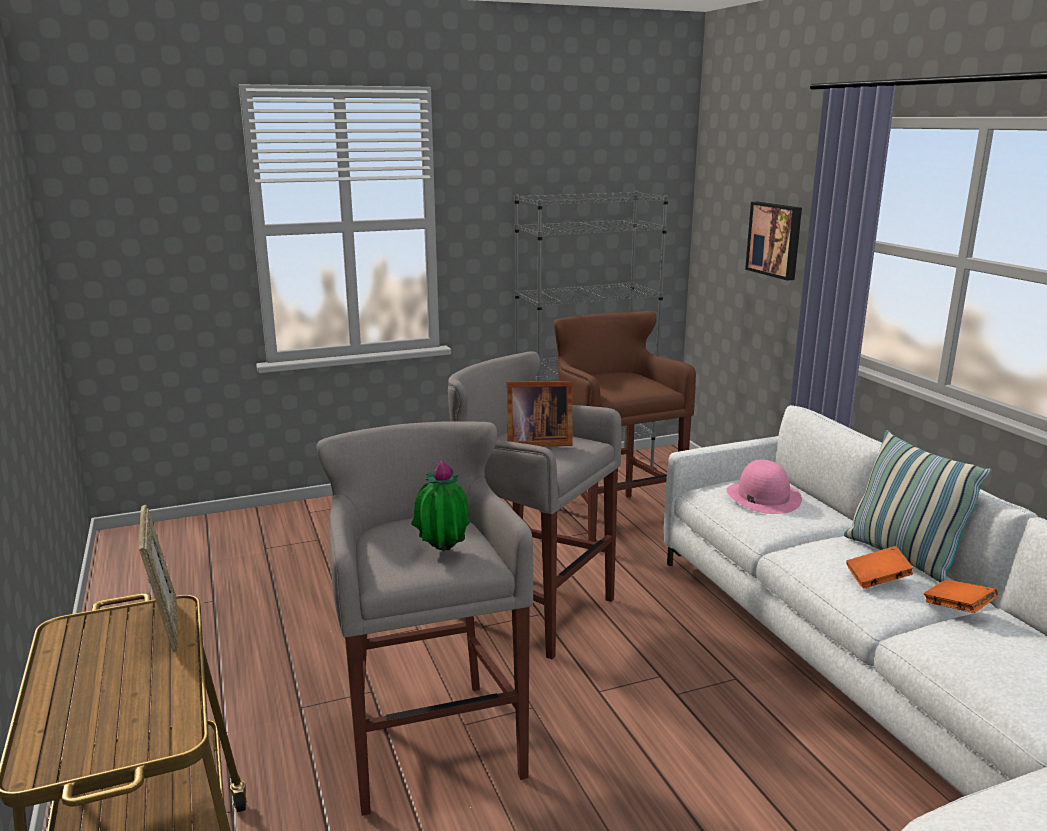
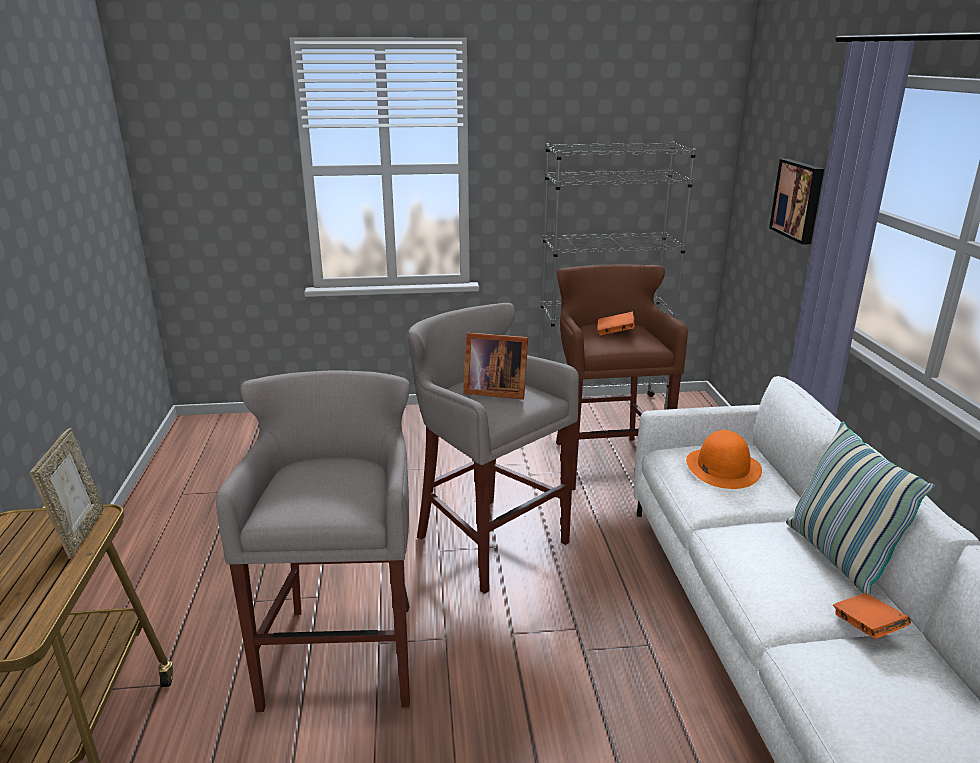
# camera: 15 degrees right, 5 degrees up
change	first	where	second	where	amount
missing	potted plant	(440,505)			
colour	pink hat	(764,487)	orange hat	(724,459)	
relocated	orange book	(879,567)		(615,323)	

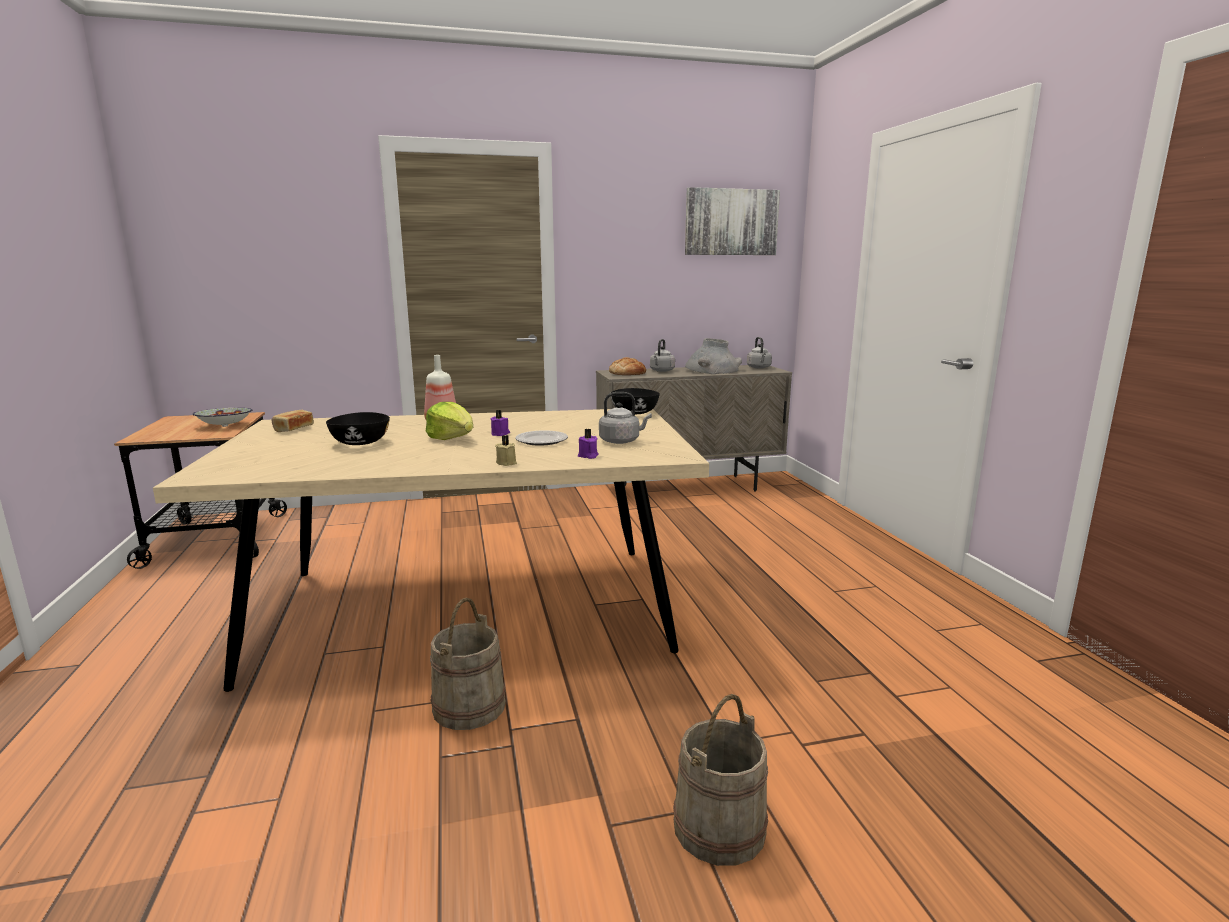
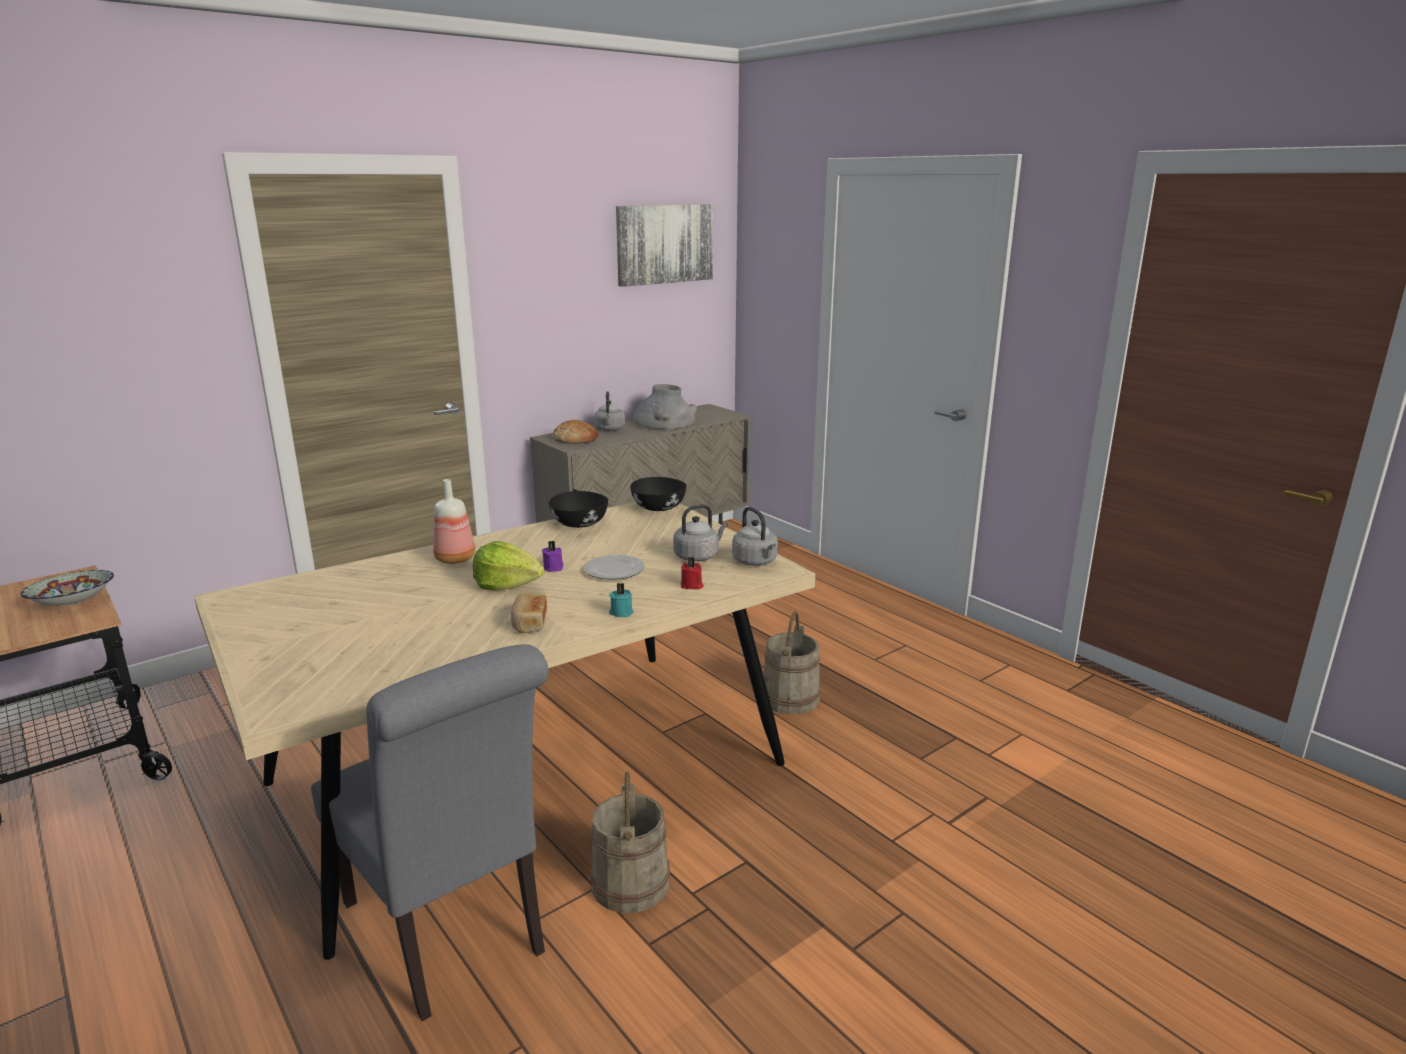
# camera: 25 degrees left, 5 degrees up
change	first	where	second	where	amount
relocated	grey kettle	(759,353)		(755,536)	
relocated	bread	(293,421)		(529,613)	
relocated	black bowl	(358,428)		(578,509)	
colour	purple candle	(588,444)	red candle	(692,573)	
colour	beige candle	(506,450)	turquoise candle	(621,600)	
relocated	beige bucket	(720,780)		(792,662)	
appeared			grey chair	(429,832)	

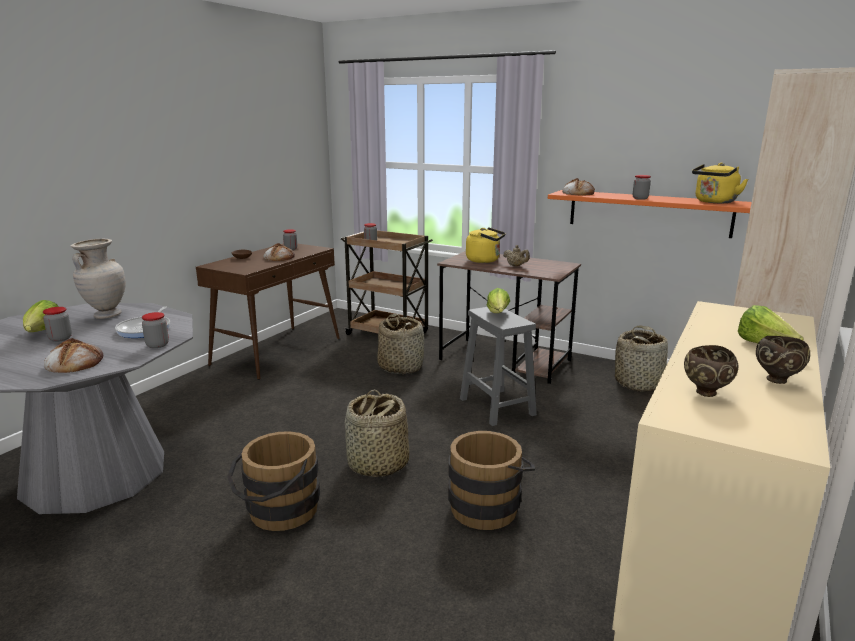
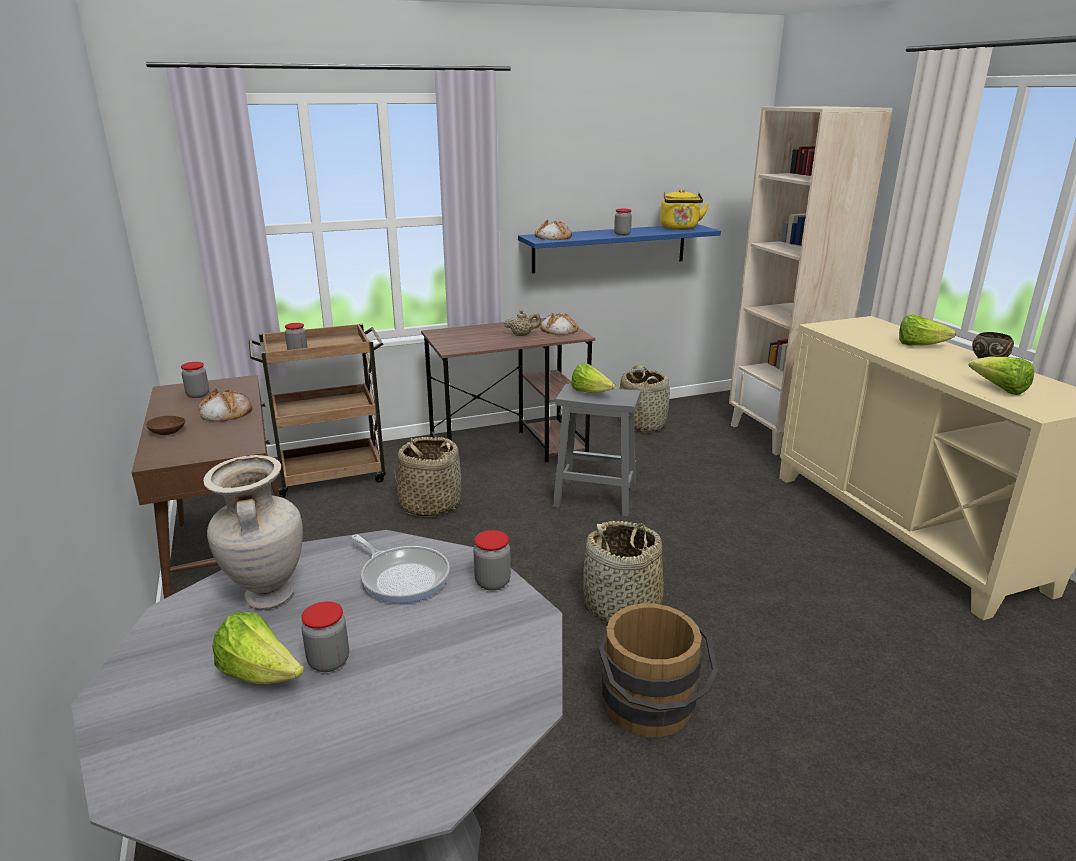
# camera: 50 degrees left, 5 degrees up
change	first	where	second	where	amount
colour	orange shelf	(650,214)	blue shelf	(619,249)	
missing	yellow kettle	(486,245)			
relocated	bread	(73,355)		(559,324)	
exchanged	brown bowl	(711,371)	lettuce	(1001,376)	
missing	brown bucket	(491,480)			

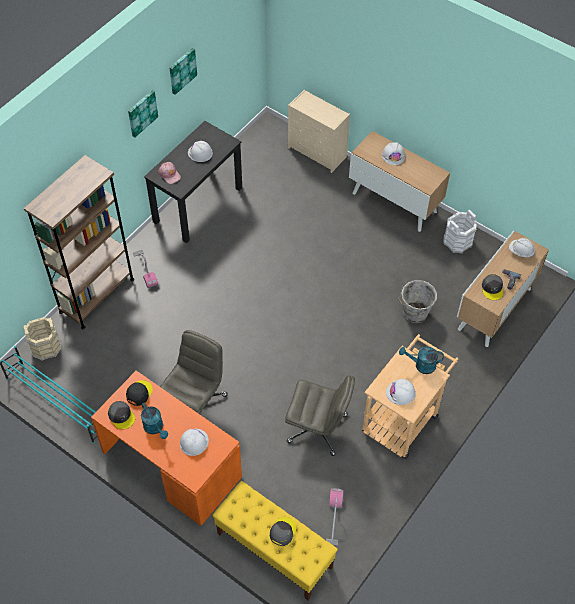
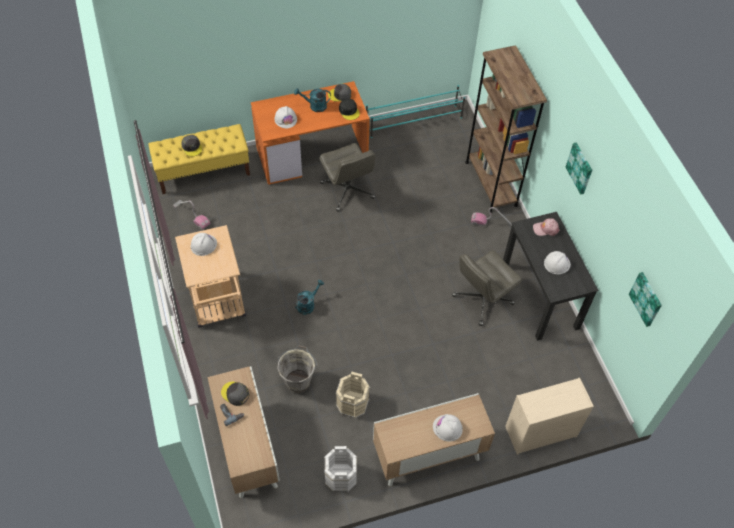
# camera: 125 degrees right, 0 degrees up
change	first	where	second	where	amount
relocated	picture	(183,71)		(645,299)	
missing	white hard hat	(522,247)			
relocated	beige bucket	(43,339)		(353,395)	
relocated	turquoise watering can	(421,360)		(309,297)	
relocated	grey office chair	(320,415)		(487,288)	

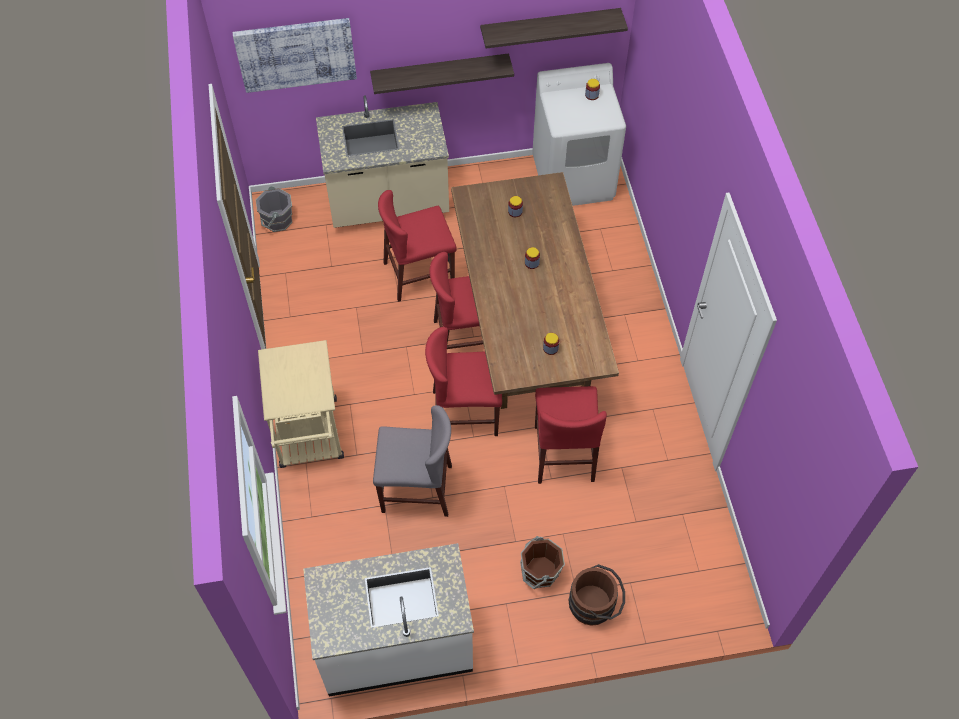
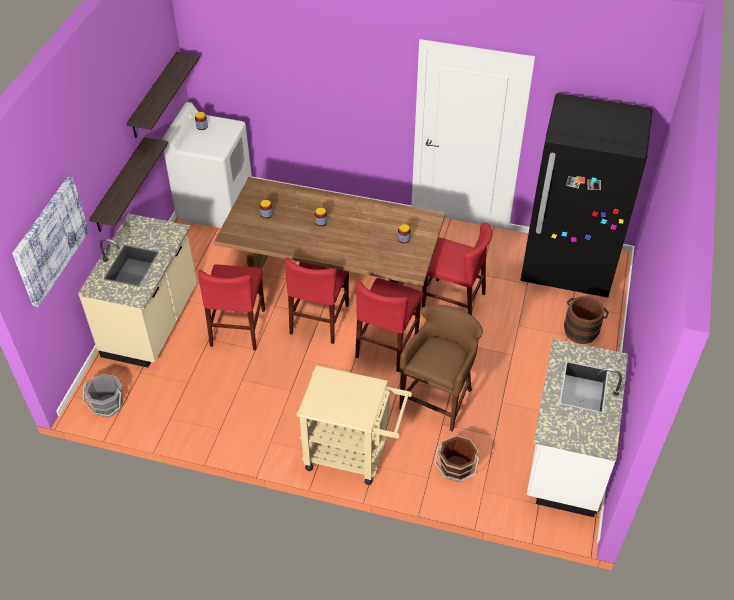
# camera: 65 degrees left, 10 degrees down
change	first	where	second	where	amount
exchanged	grey chair	(412,461)	brown stool	(441,368)	
relocated	brown bucket	(542,562)		(456,458)	
appeared			black fridge	(586,195)	

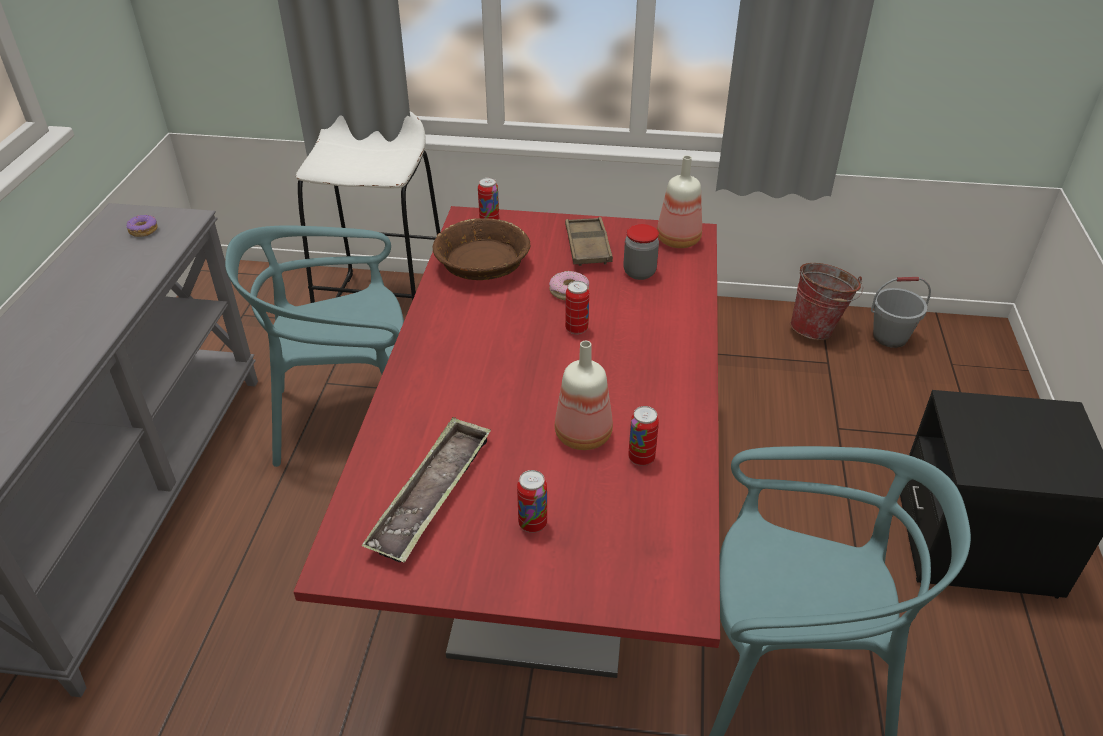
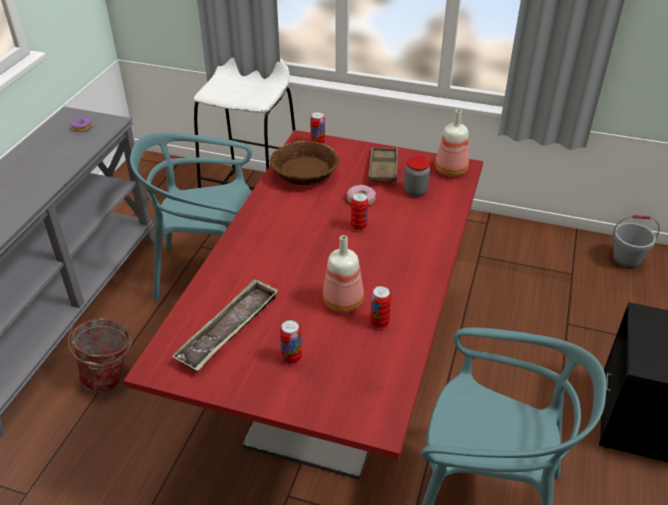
# camera: 10 degrees right, 0 degrees up
change	first	where	second	where	amount
relocated	bucket	(826,301)		(100,355)	

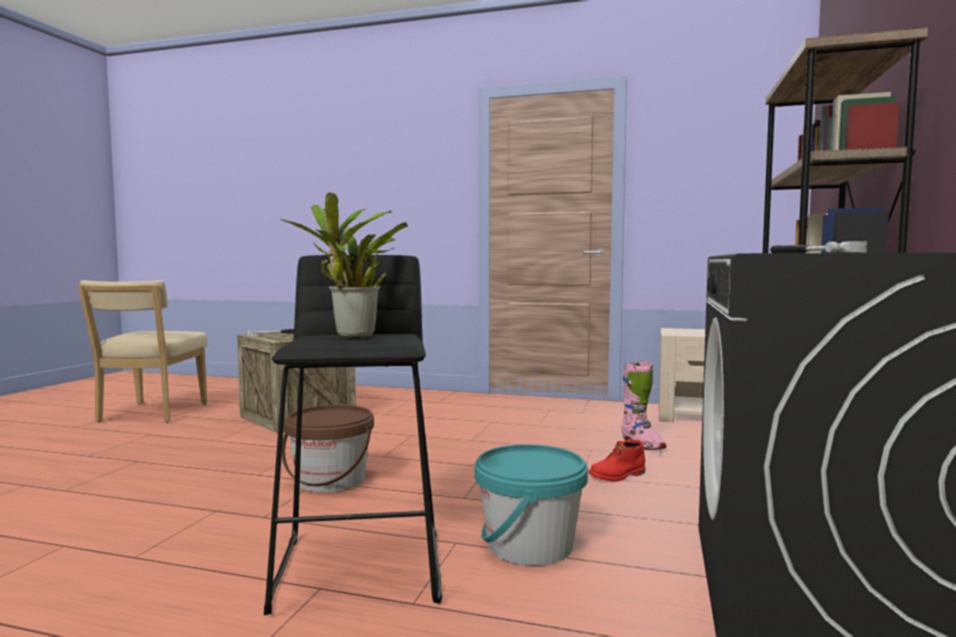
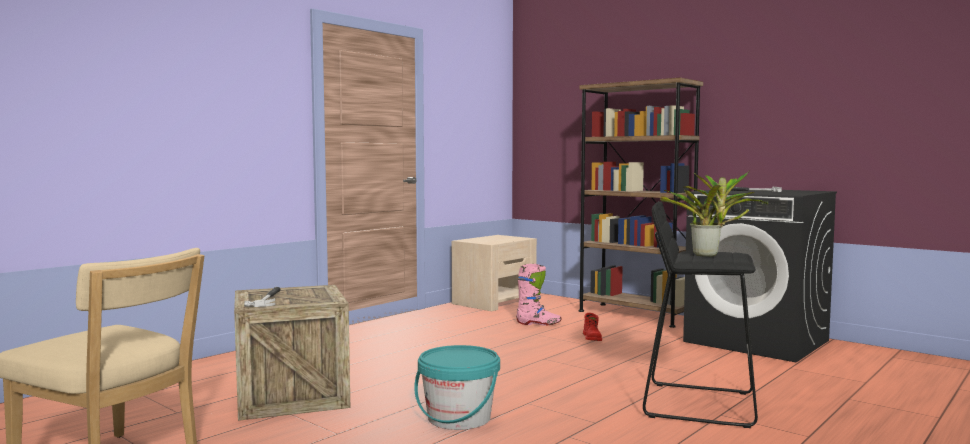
# camera: 65 degrees left, 0 degrees up
change	first	where	second	where	amount
missing	brown bucket	(328,449)			
relocated	turquoise bucket	(531,505)		(457,387)	

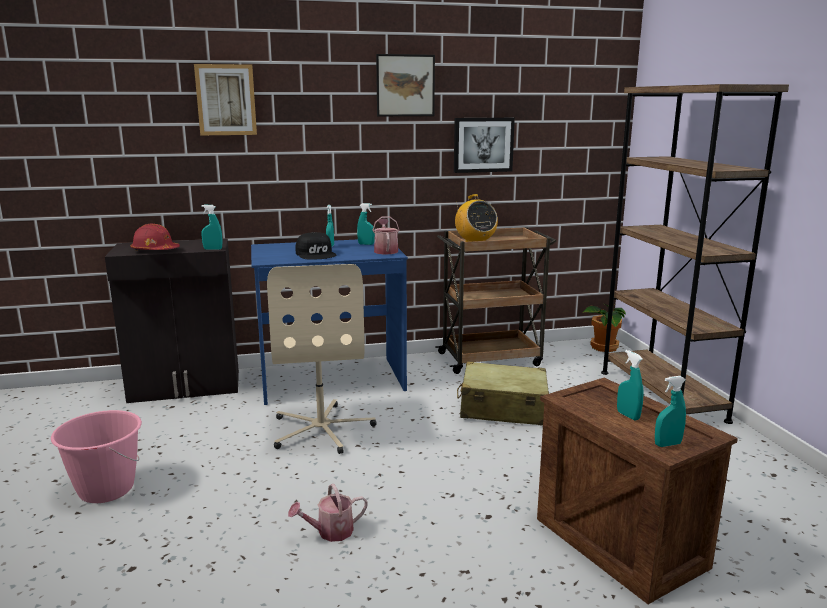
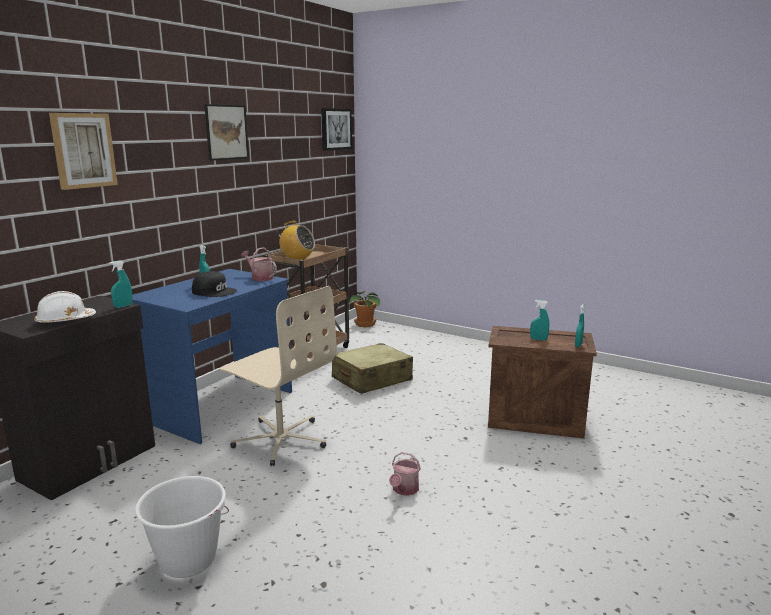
# camera: 45 degrees left, 0 degrees up
change	first	where	second	where	amount
missing	brown bookcase	(695,254)			
relocated	picture	(484,145)		(336,129)	
missing	turquoise spray bottle	(366,224)			
colour	red hard hat	(155,237)	white hard hat	(65,308)	
colour	pink bucket	(96,456)	white bucket	(182,527)	

